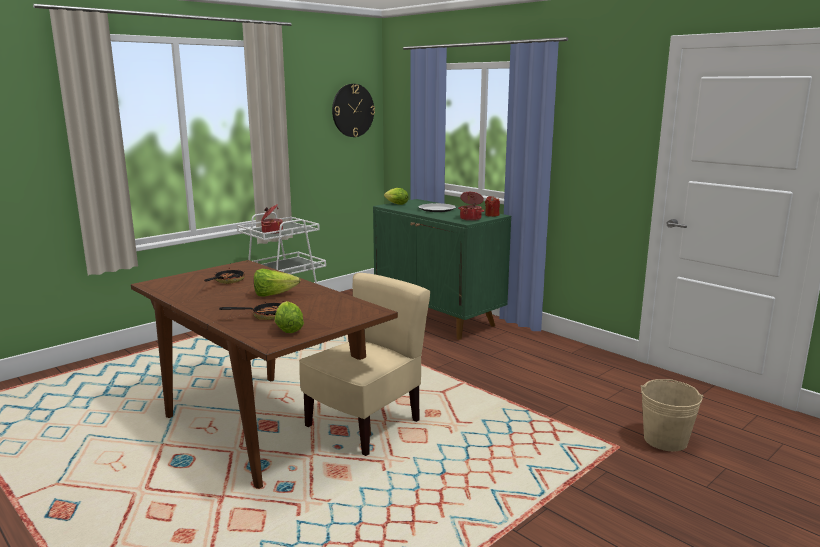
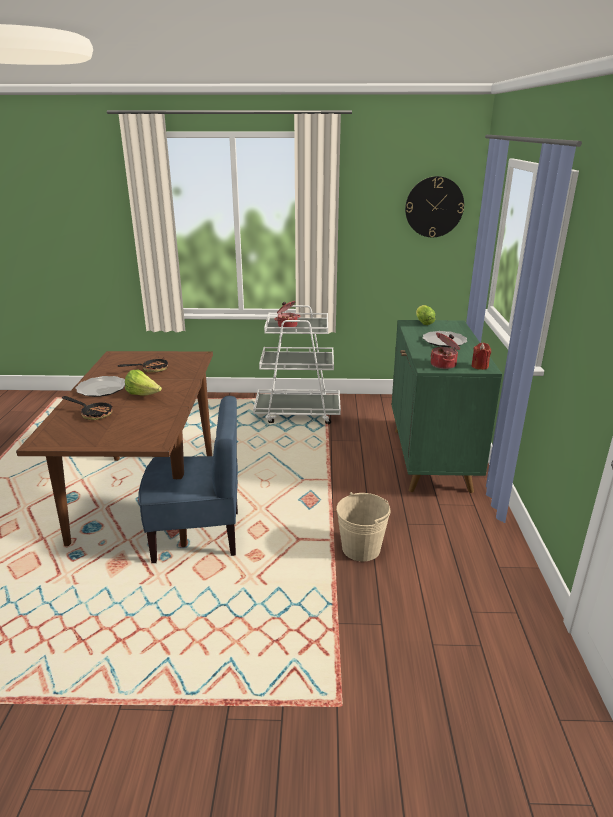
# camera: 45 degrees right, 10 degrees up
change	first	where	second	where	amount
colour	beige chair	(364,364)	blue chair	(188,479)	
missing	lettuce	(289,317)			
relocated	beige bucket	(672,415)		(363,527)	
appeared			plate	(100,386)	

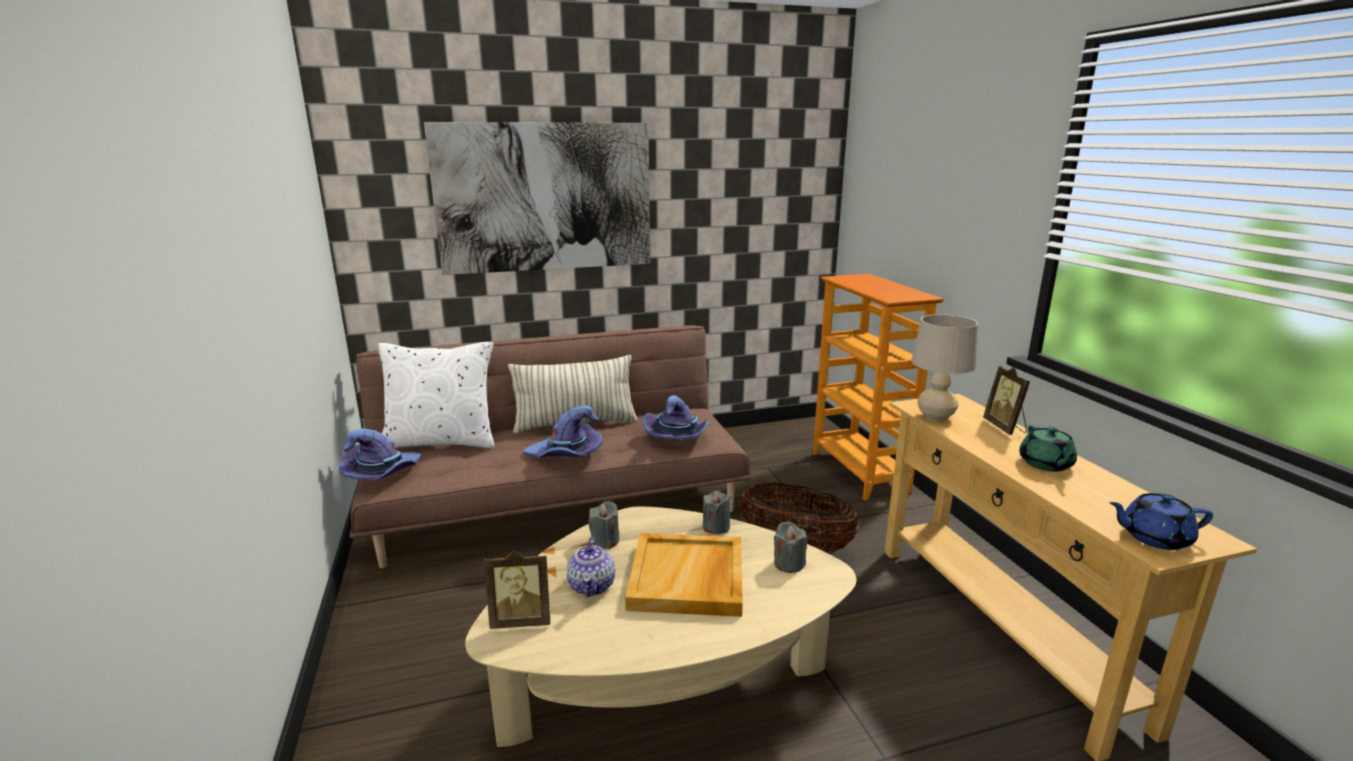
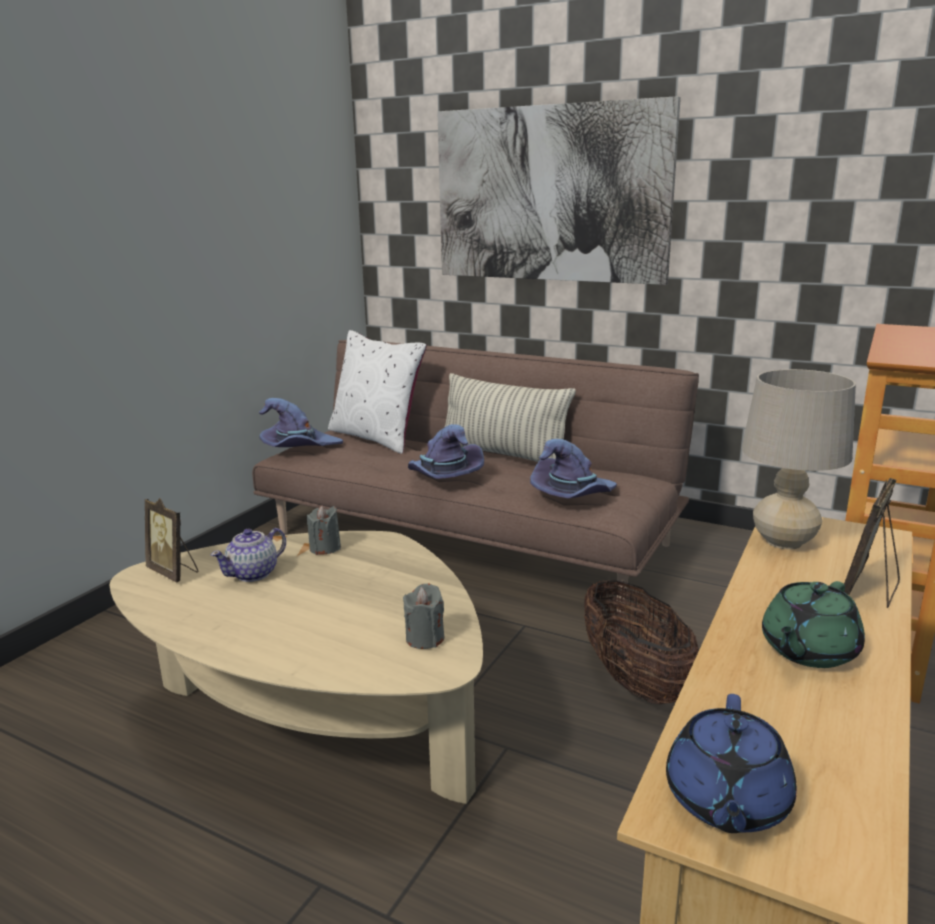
# camera: 45 degrees right, 0 degrees up
change	first	where	second	where	amount
missing	grey candle	(717,512)			
spun	blue teapot	(1161,521)		(731,763)	120 degrees counterclockwise
missing	beige tray	(684,575)			

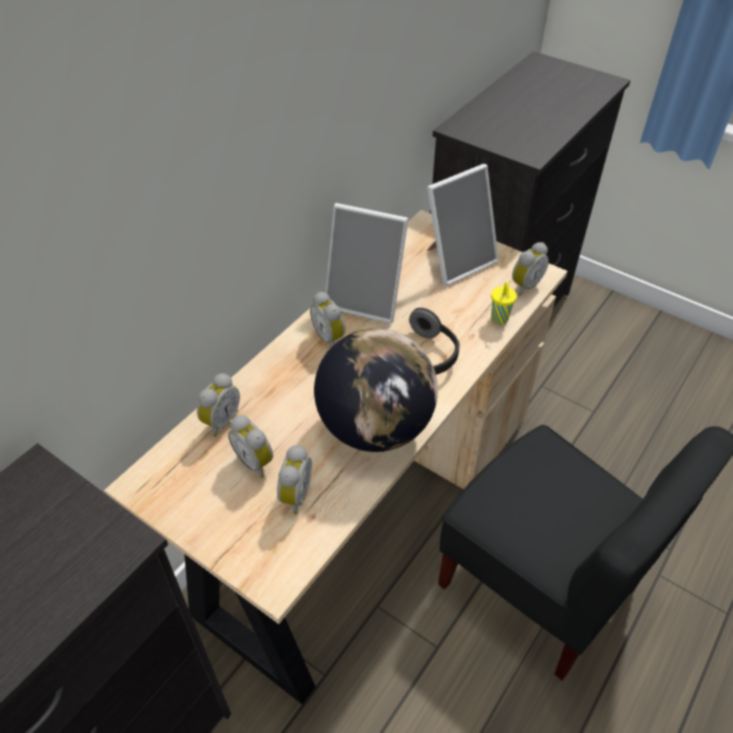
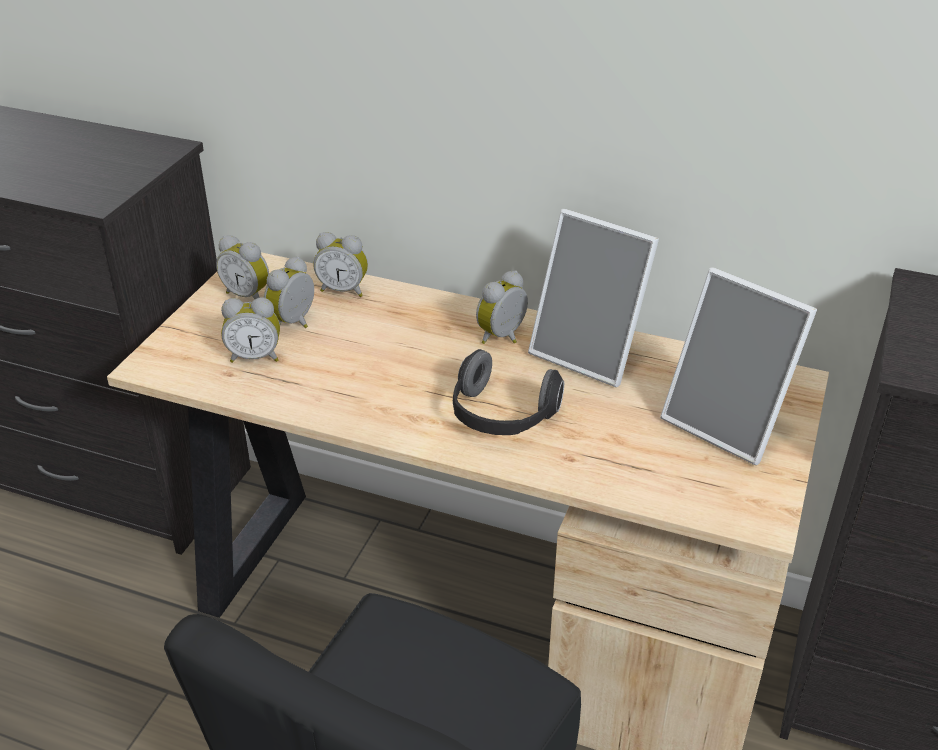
# camera: 75 degrees right, 10 degrees down
change	first	where	second	where	amount
spun	picture frame	(366,263)		(593,298)	60 degrees counterclockwise
relocated	alarm clock	(530,269)		(242,267)	
missing	yellow cup	(504,303)			
missing	globe	(376,390)			

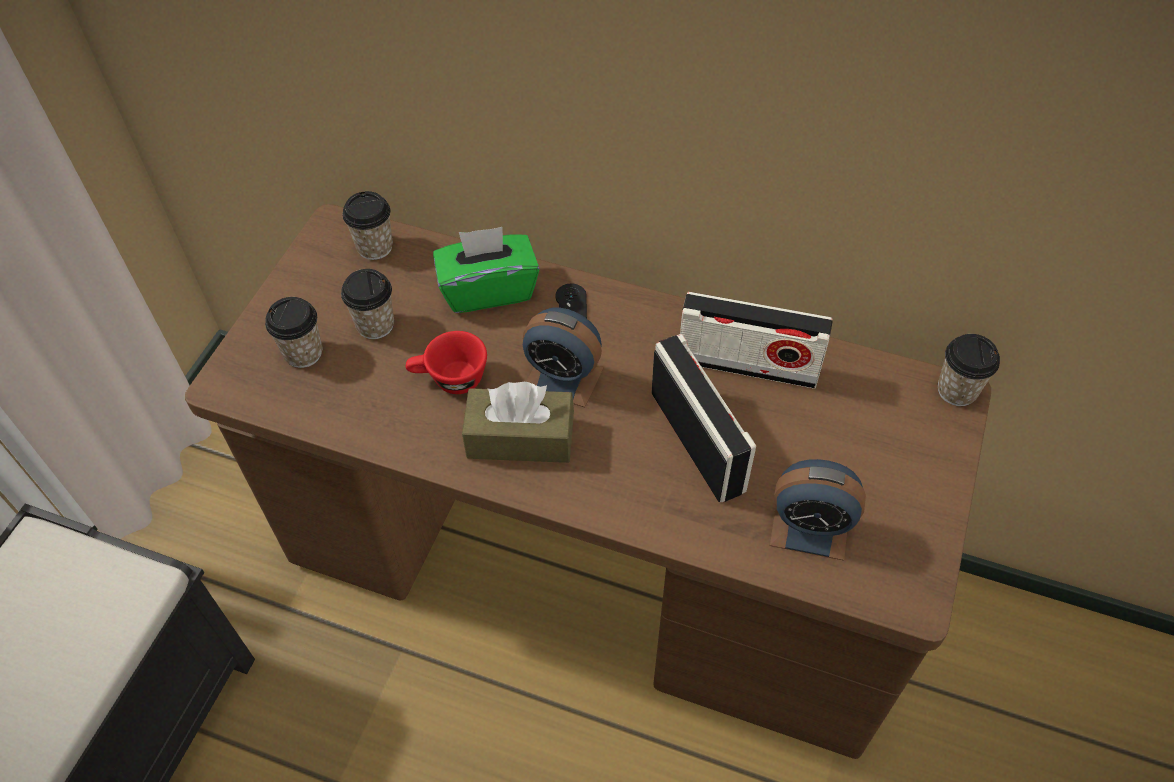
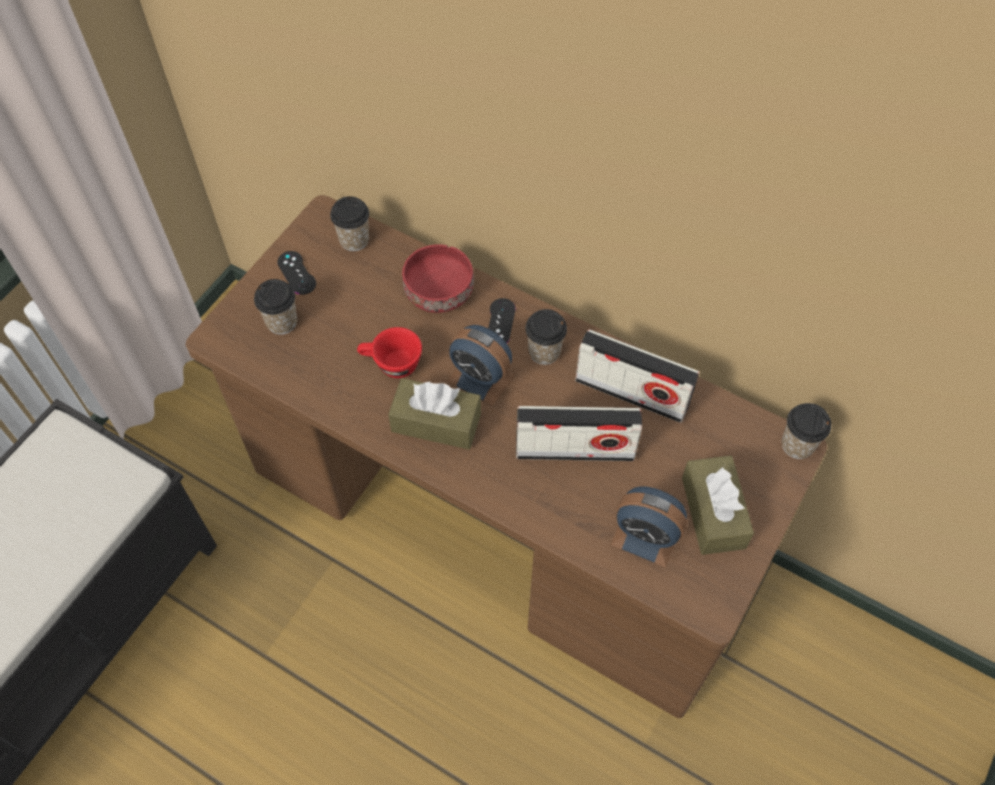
# camera: 10 degrees right, 5 degrees up
change	first	where	second	where	amount
exchanged	green tissue box	(486,270)	red bowl	(438,278)	
relocated	cup	(367,304)		(546,337)	
spun	radio	(703,418)		(579,433)	105 degrees clockwise
appeared			black game controller	(296,273)	
appeared			brown tissue box	(718,505)	

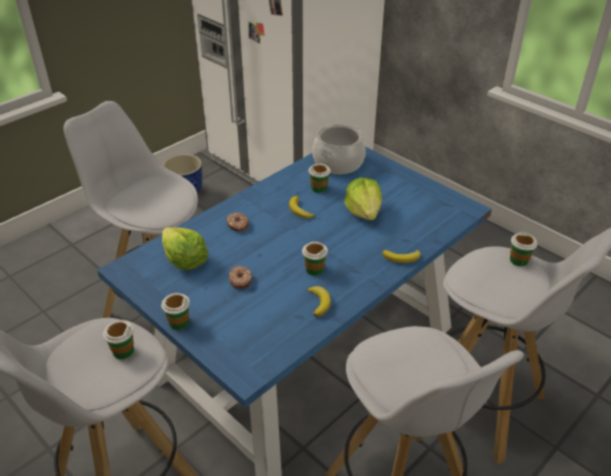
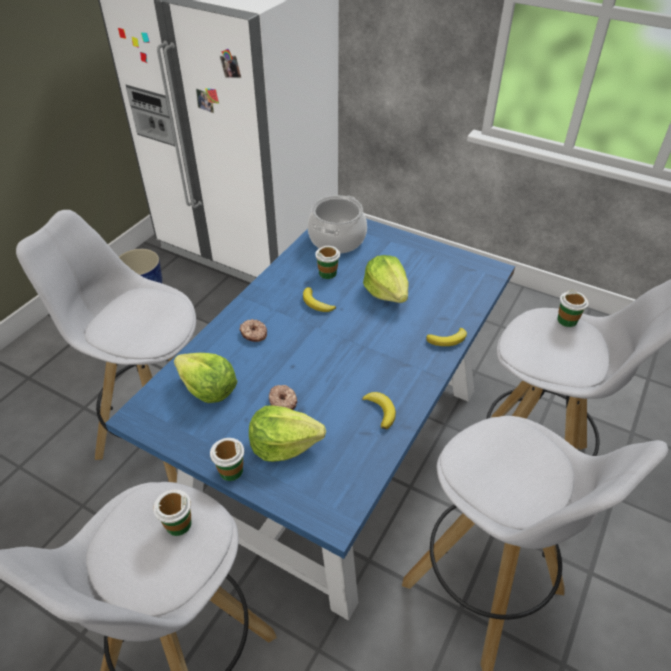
# camera: 15 degrees left, 5 degrees up
change	first	where	second	where	amount
missing	cup	(315,259)			
appeared			lettuce	(287,433)	

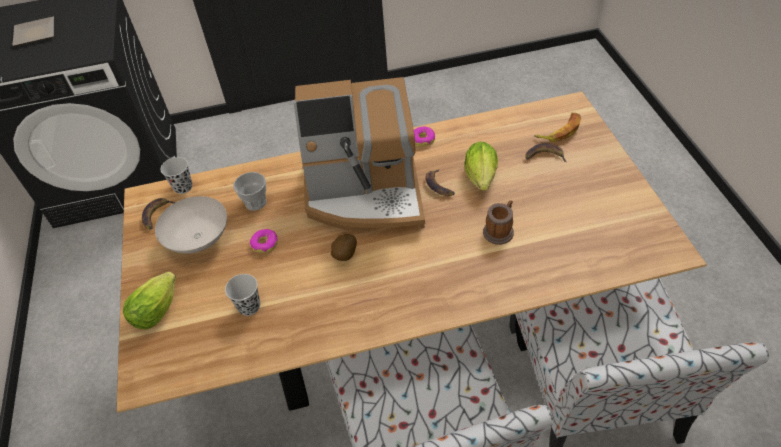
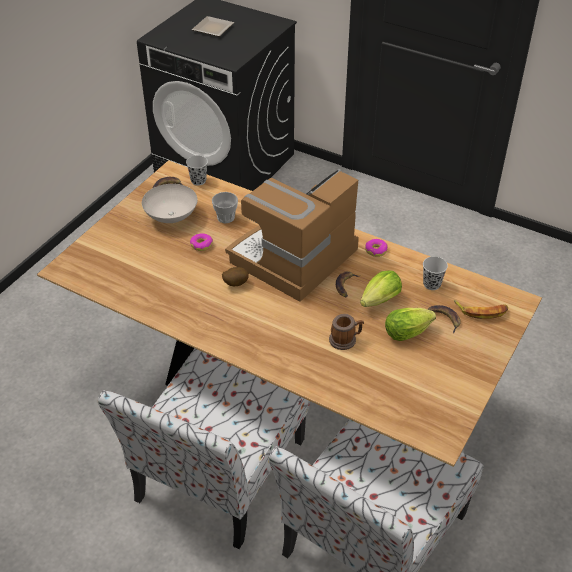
# camera: 40 degrees right, 5 degrees down
change	first	where	second	where	amount
spun	coffee machine	(359,154)		(292,235)	90 degrees clockwise
relocated	lettuce	(149,300)		(410,324)	
relocated	black cup	(242,295)		(435,273)	

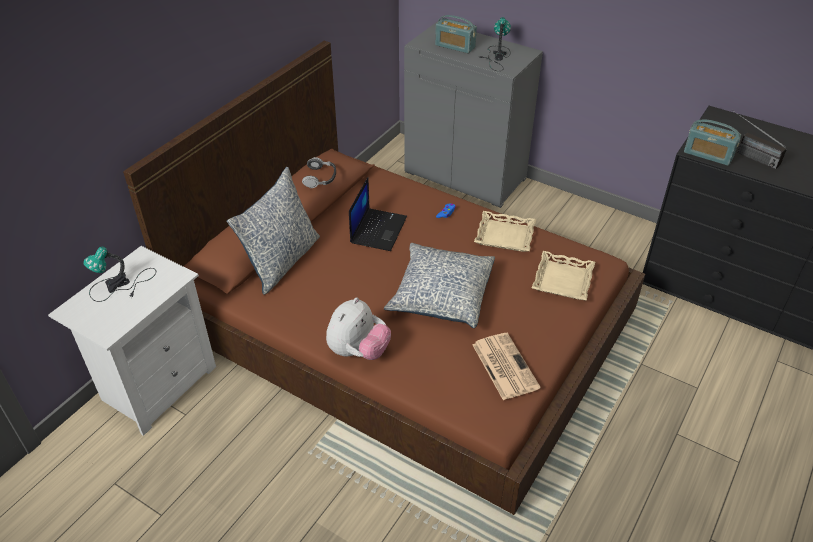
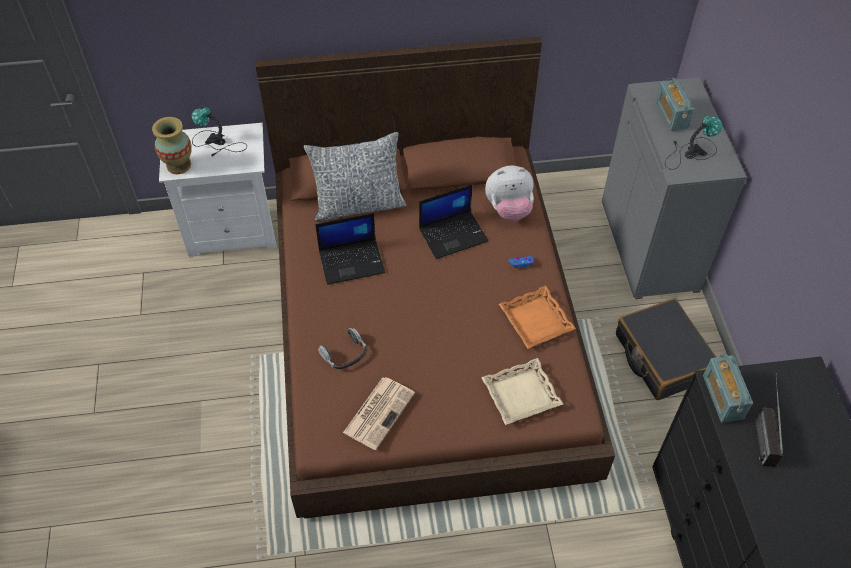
# camera: 50 degrees right, 10 degrees up
change	first	where	second	where	amount
relocated	headphones	(319,172)		(342,348)	
colour	beige tray	(505,231)	orange tray	(537,317)	
missing	pillow	(439,285)			
relocated	plush toy	(358,329)		(509,193)	
appeared			vase	(172,145)	
appeared			laptop	(350,249)	
appeared			black suitcase	(666,349)	

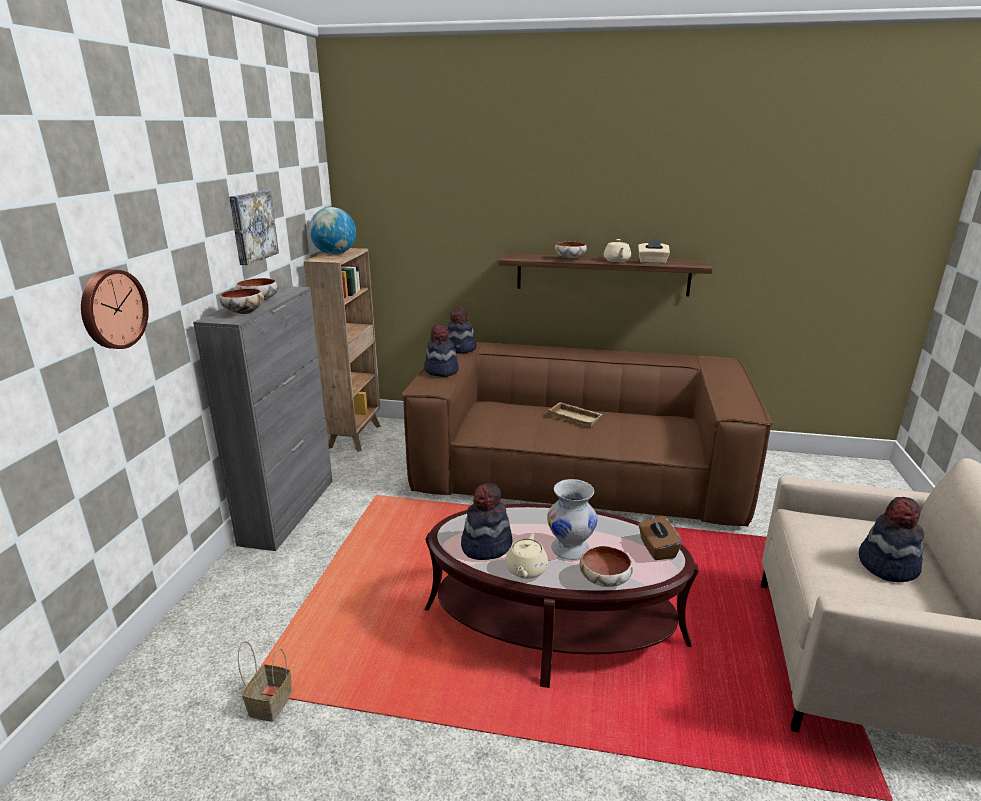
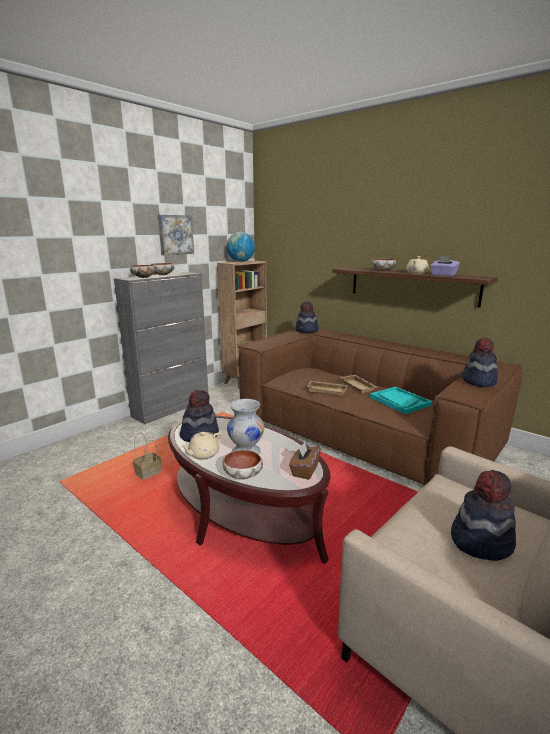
# camera: 30 degrees right, 5 degrees down
change	first	where	second	where	amount
colour	beige tissue box	(654,251)	purple tissue box	(445,266)	
missing	wall clock	(115,309)			
relocated	hat	(441,350)		(480,362)	
relocated	basket	(265,681)		(147,456)	
appeared			beige tray	(327,388)	
appeared			turquoise tray	(401,400)	

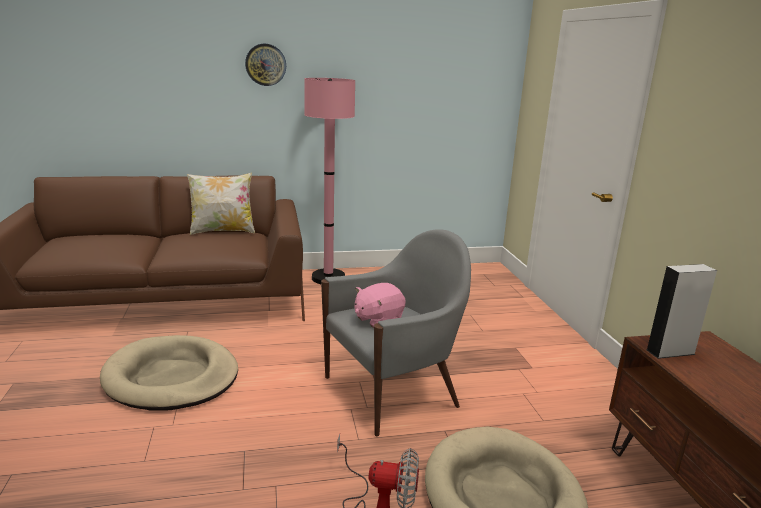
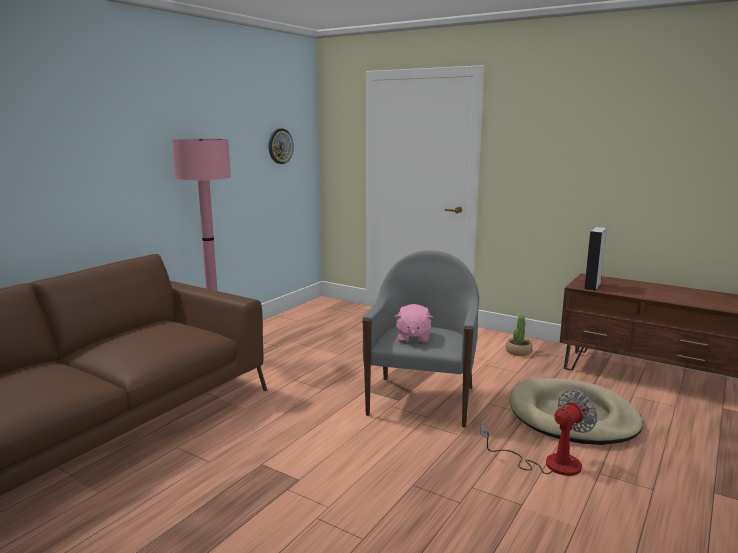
# camera: 45 degrees left, 5 degrees down
change	first	where	second	where	amount
relocated	wall clock	(265,65)		(281,146)	
missing	pillow	(221,203)			
missing	beige dog bed	(169,372)			
appeared			potted plant	(519,335)	

